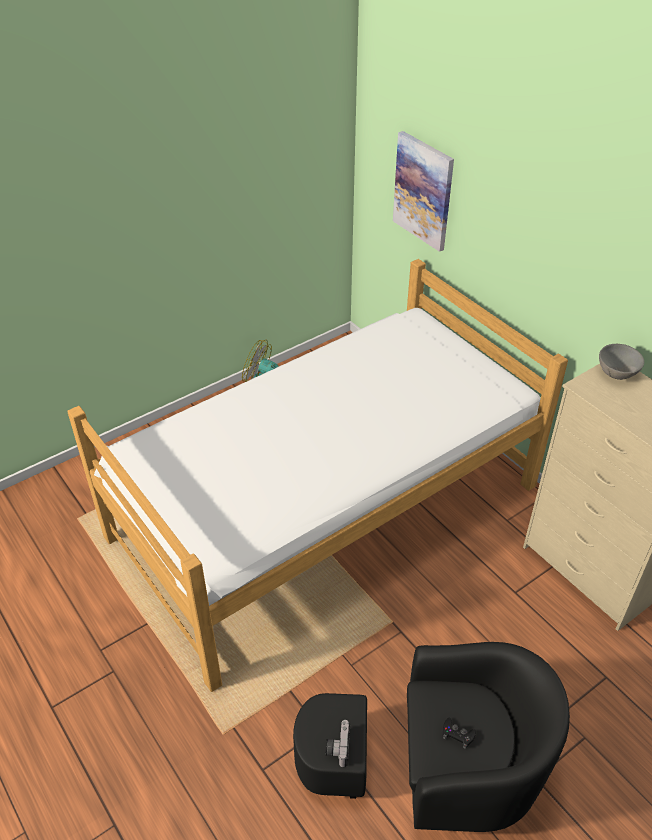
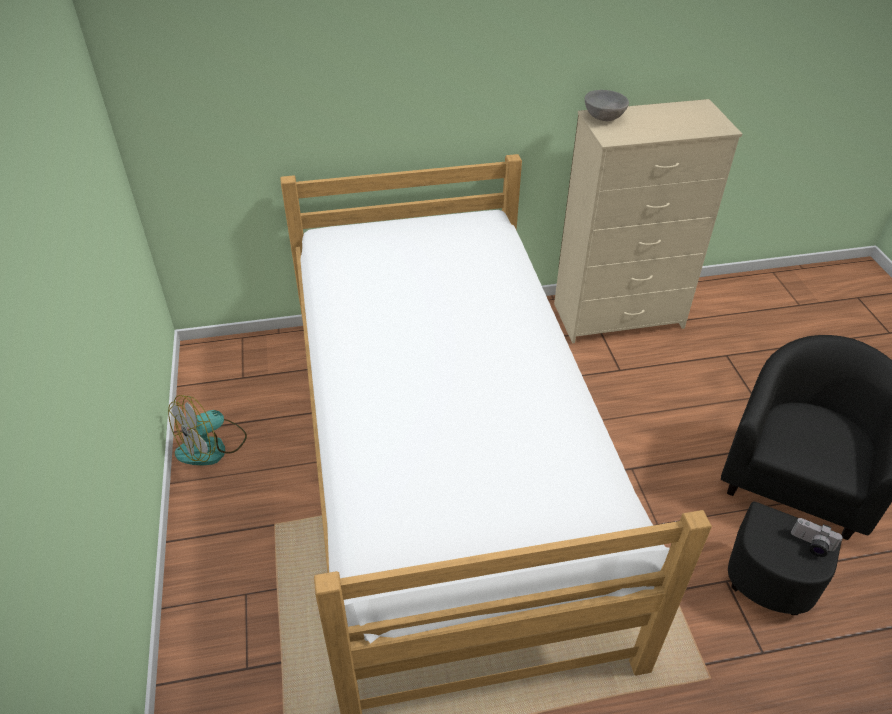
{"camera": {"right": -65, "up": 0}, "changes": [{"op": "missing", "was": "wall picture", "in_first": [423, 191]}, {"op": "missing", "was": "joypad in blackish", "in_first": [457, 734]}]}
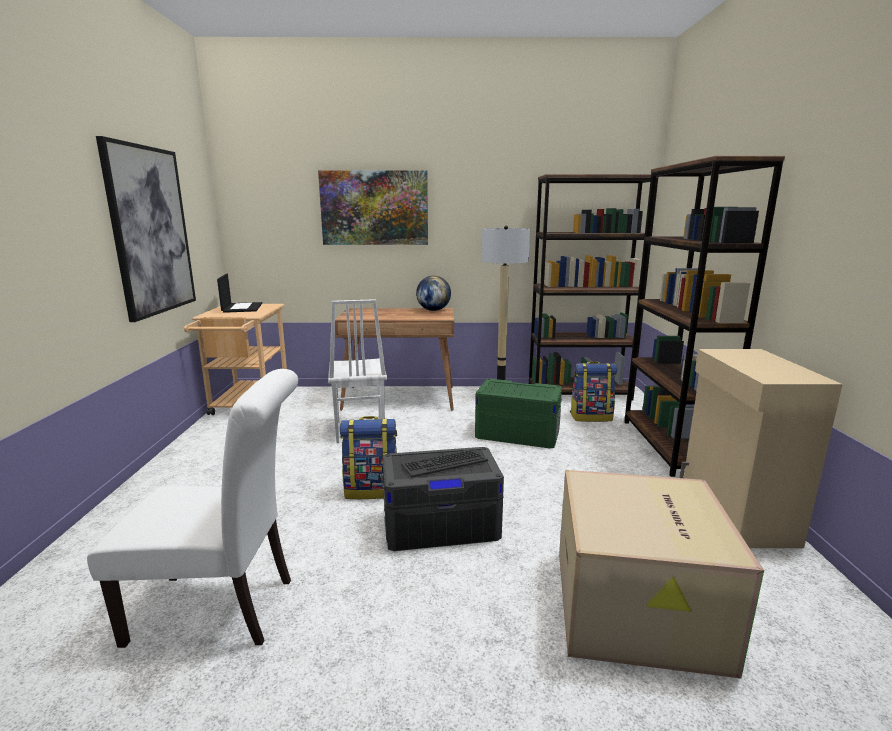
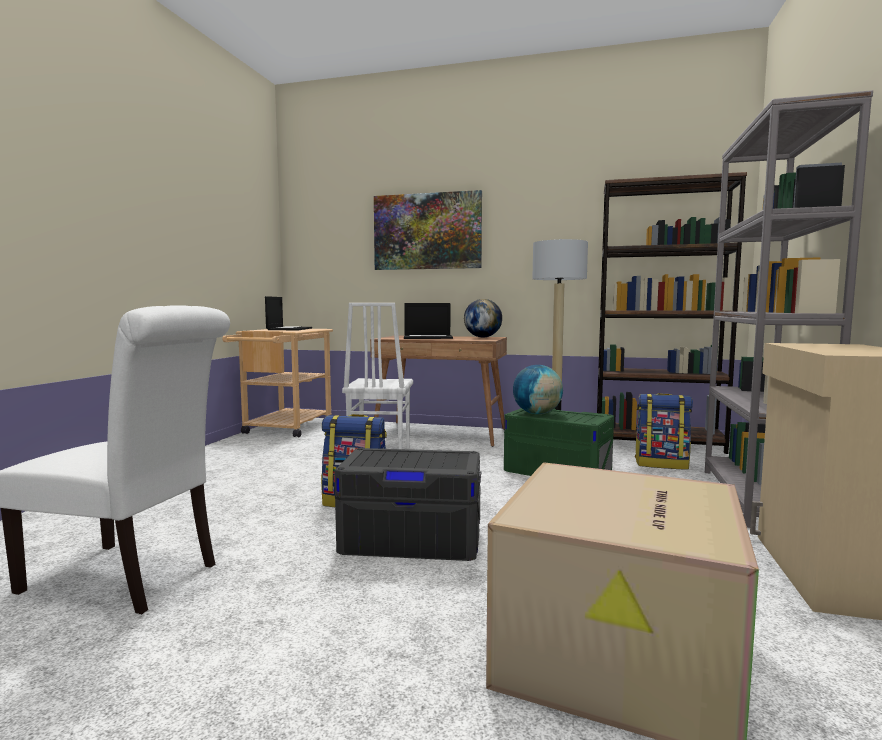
{"camera": {"right": 15, "up": -10}, "changes": [{"op": "missing", "was": "wall picture", "in_first": [150, 231]}, {"op": "colour", "was": "bookcase in brown-coloured", "now": "bookcase in grey", "in_first": [670, 446], "in_second": [758, 498]}, {"op": "missing", "was": "computer keyboard", "in_first": [444, 463]}, {"op": "appeared", "now": "notebook computer", "in_second": [428, 337]}, {"op": "appeared", "now": "globe", "in_second": [537, 413]}]}
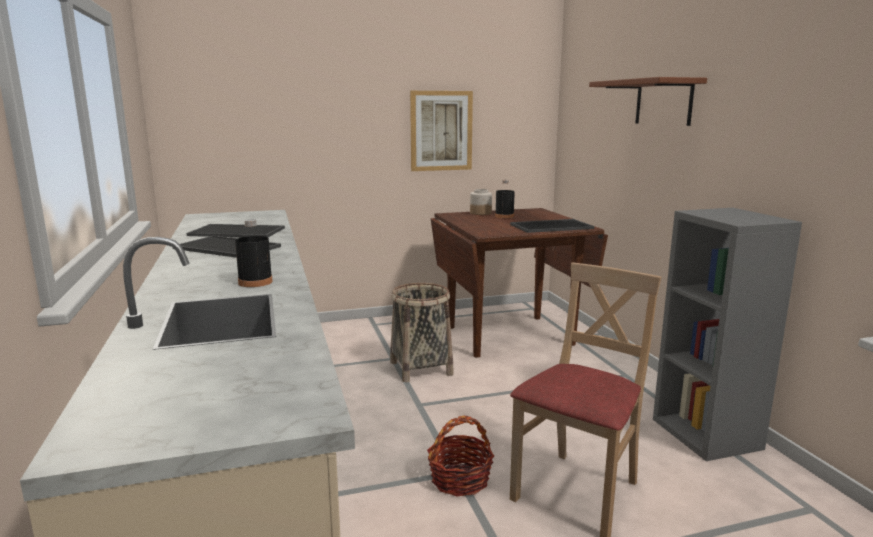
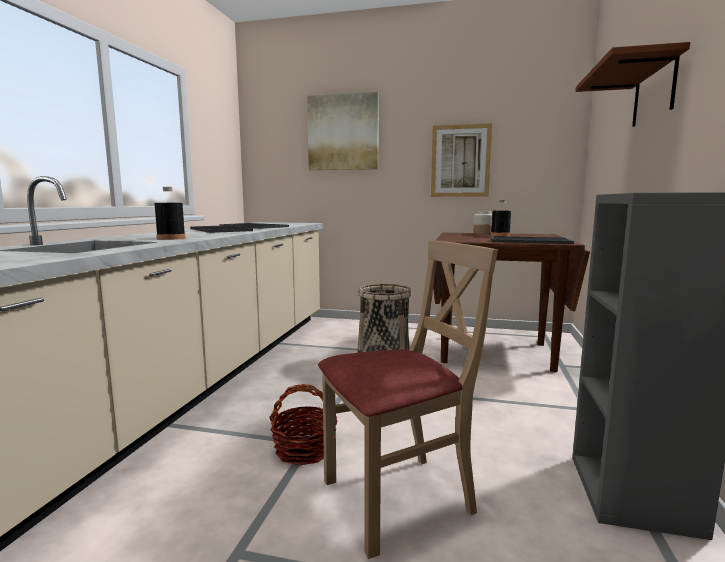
{"camera": {"right": 30, "up": -5}, "changes": [{"op": "appeared", "now": "wall picture", "in_second": [343, 132]}]}
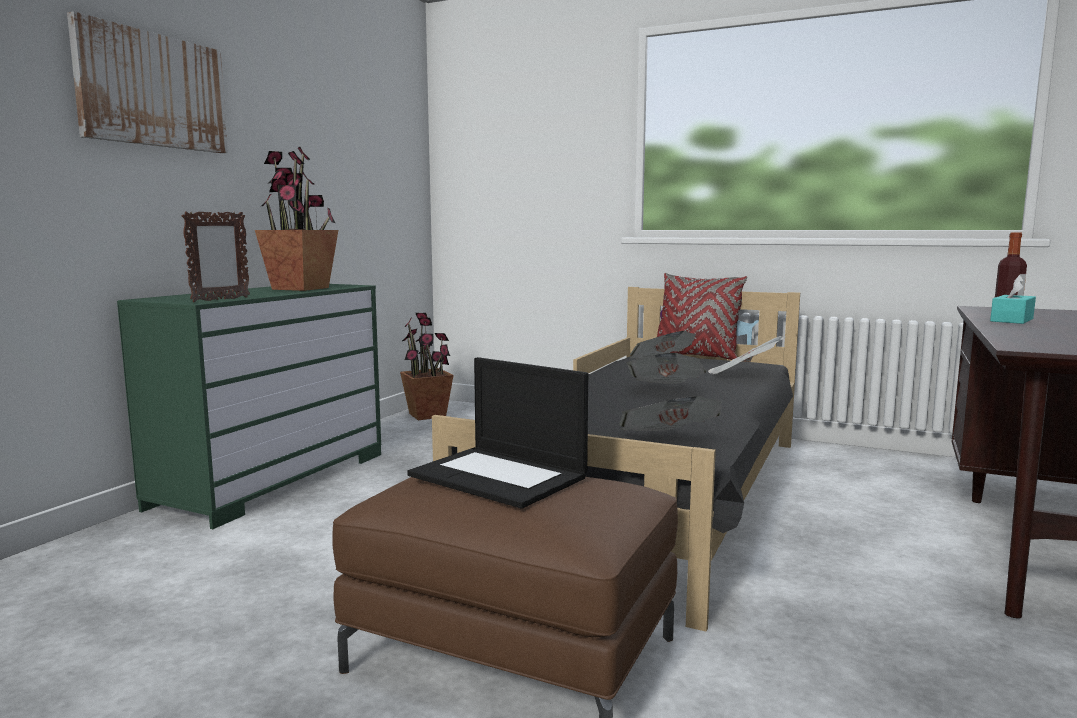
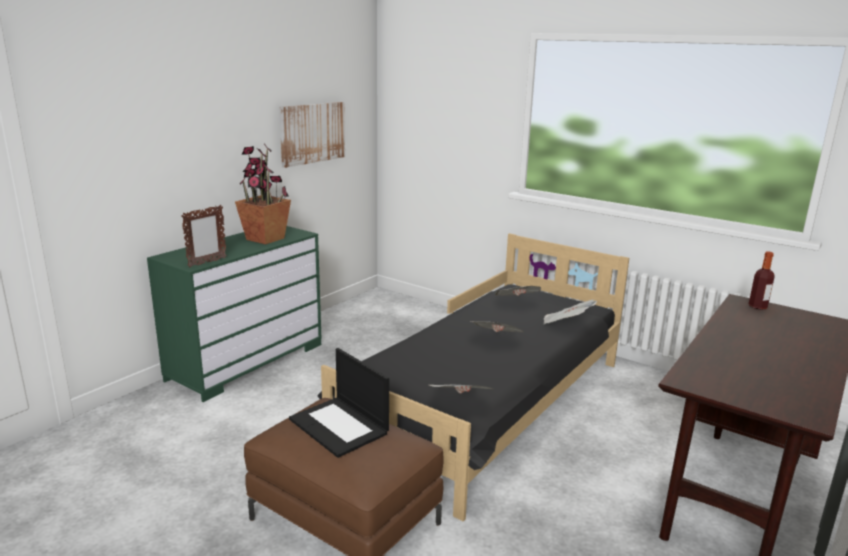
{"camera": {"right": 10, "up": 10}, "changes": [{"op": "relocated", "was": "wall picture", "in_first": [152, 90], "in_second": [312, 133]}, {"op": "missing", "was": "cushion in red", "in_first": [696, 356]}, {"op": "missing", "was": "tissue box in turquoise", "in_first": [1012, 320]}, {"op": "missing", "was": "potted plant", "in_first": [428, 415]}]}
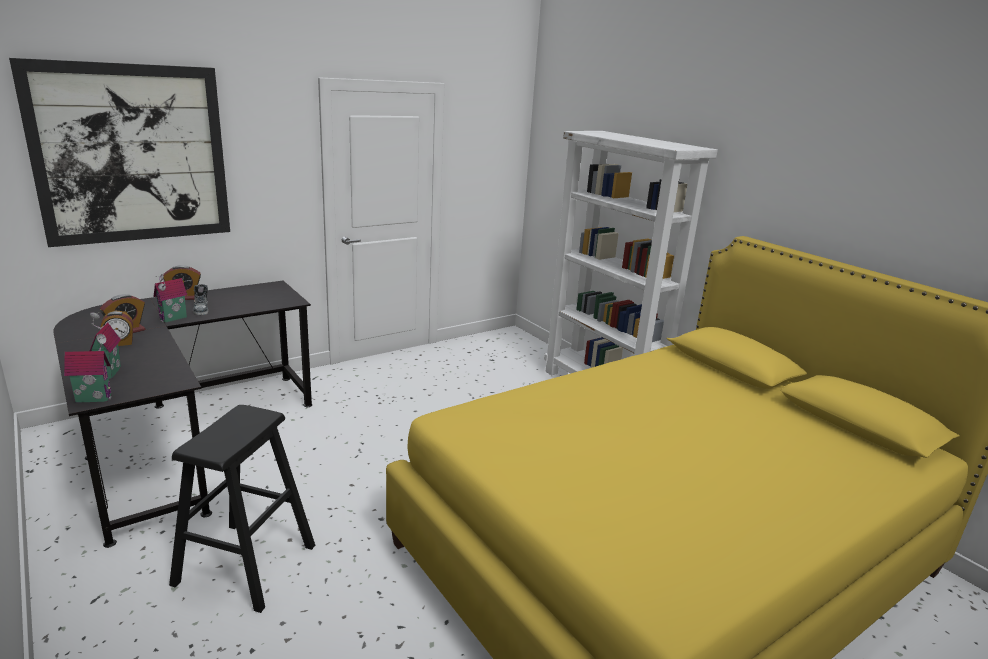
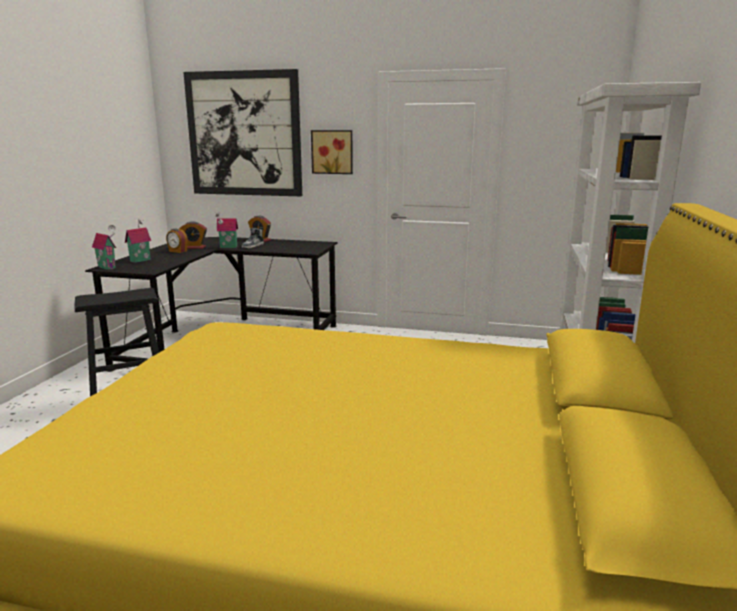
{"camera": {"right": 50, "up": -5}, "changes": [{"op": "appeared", "now": "wall picture", "in_second": [332, 152]}]}
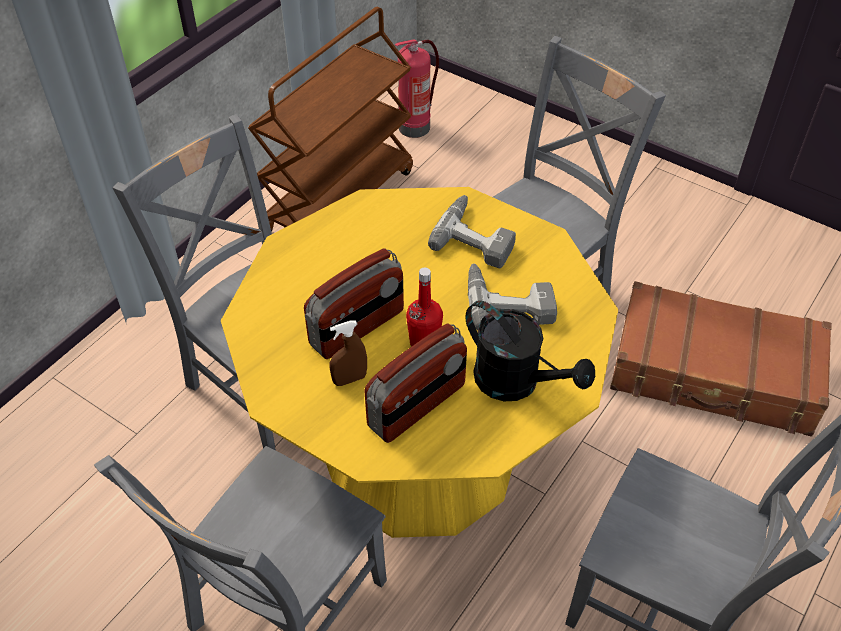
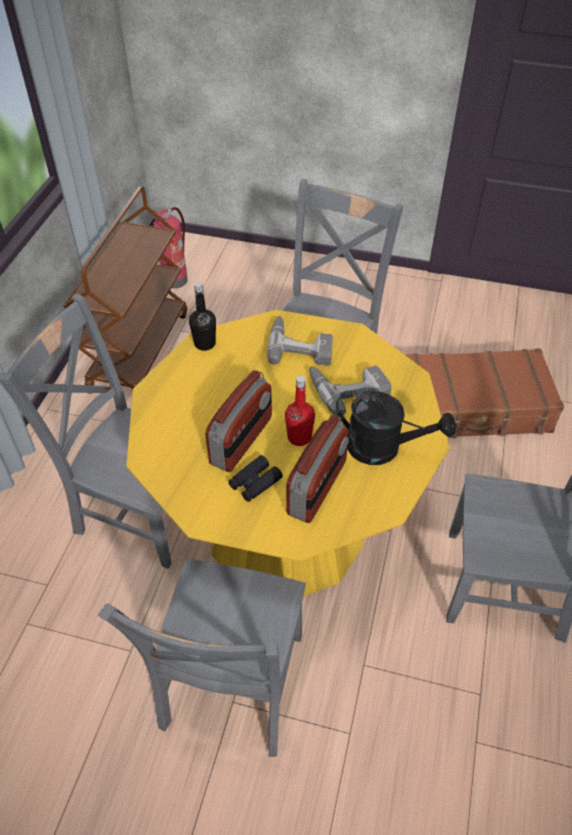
{"camera": {"right": -20, "up": 0}, "changes": [{"op": "exchanged", "was": "sprayer in brown-coloured", "now": "pair of binoculars in blackish", "in_first": [349, 379], "in_second": [255, 482]}, {"op": "appeared", "now": "bottle in blackish", "in_second": [205, 343]}]}
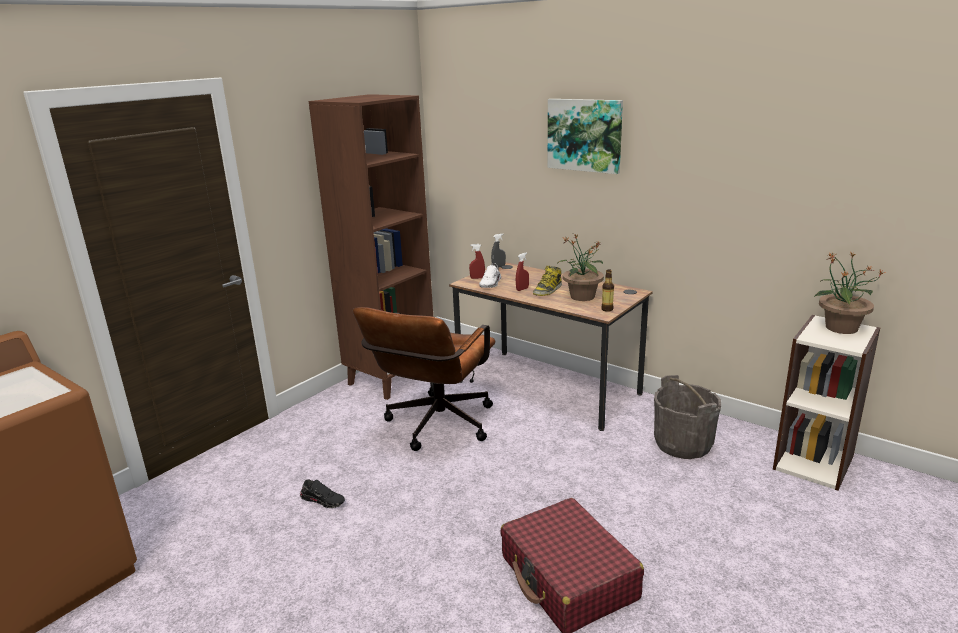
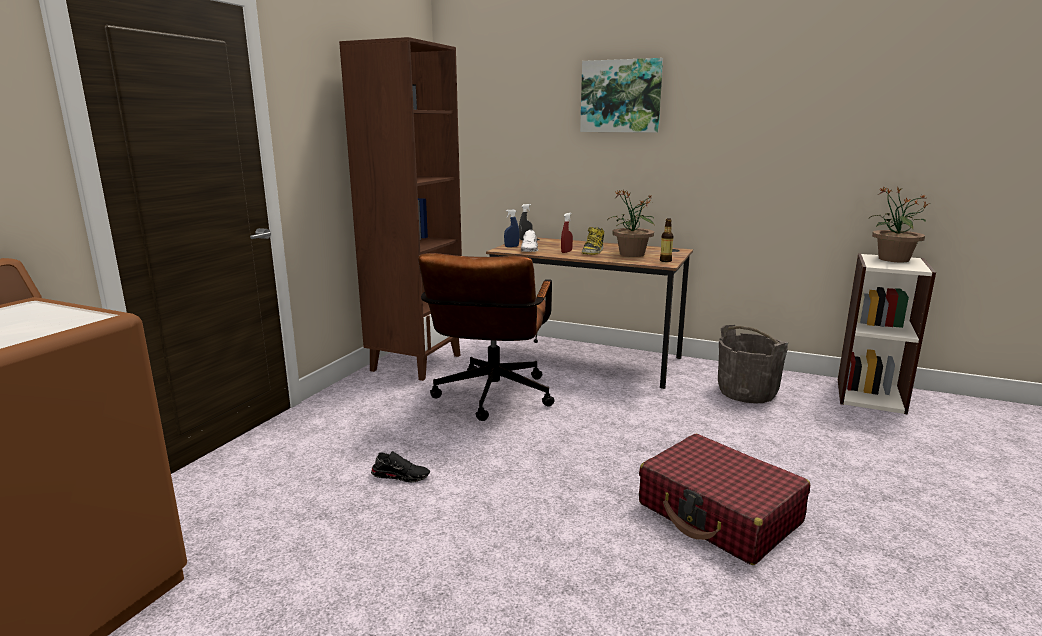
{"camera": {"right": -15, "up": -5}, "changes": [{"op": "colour", "was": "sprayer in red", "now": "sprayer in blue", "in_first": [477, 278], "in_second": [511, 246]}]}
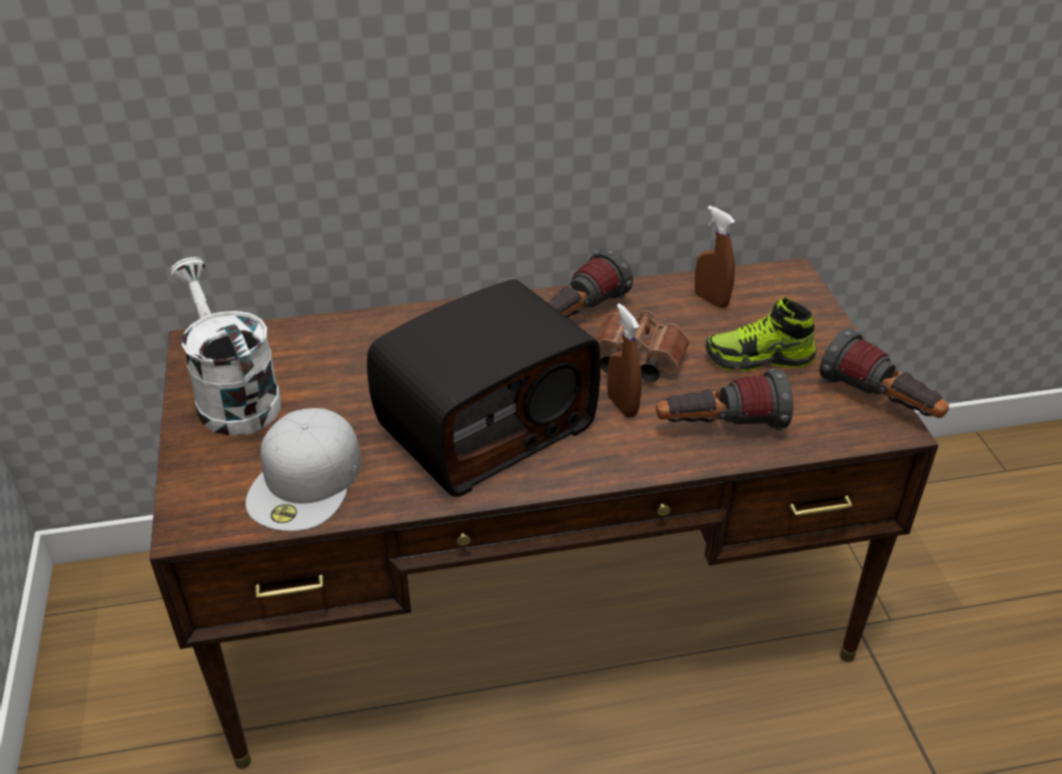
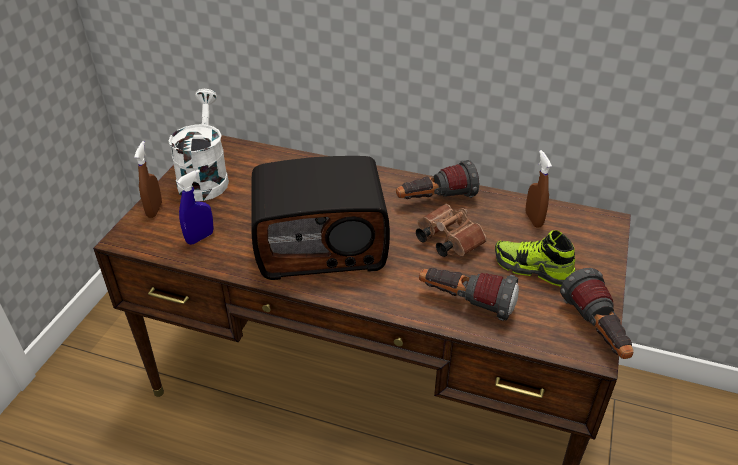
{"camera": {"right": 30, "up": 0}, "changes": [{"op": "relocated", "was": "sprayer in brown-coloured", "in_first": [622, 405], "in_second": [154, 210]}, {"op": "exchanged", "was": "peaked cap in white", "now": "sprayer in blue", "in_first": [306, 480], "in_second": [200, 238]}]}
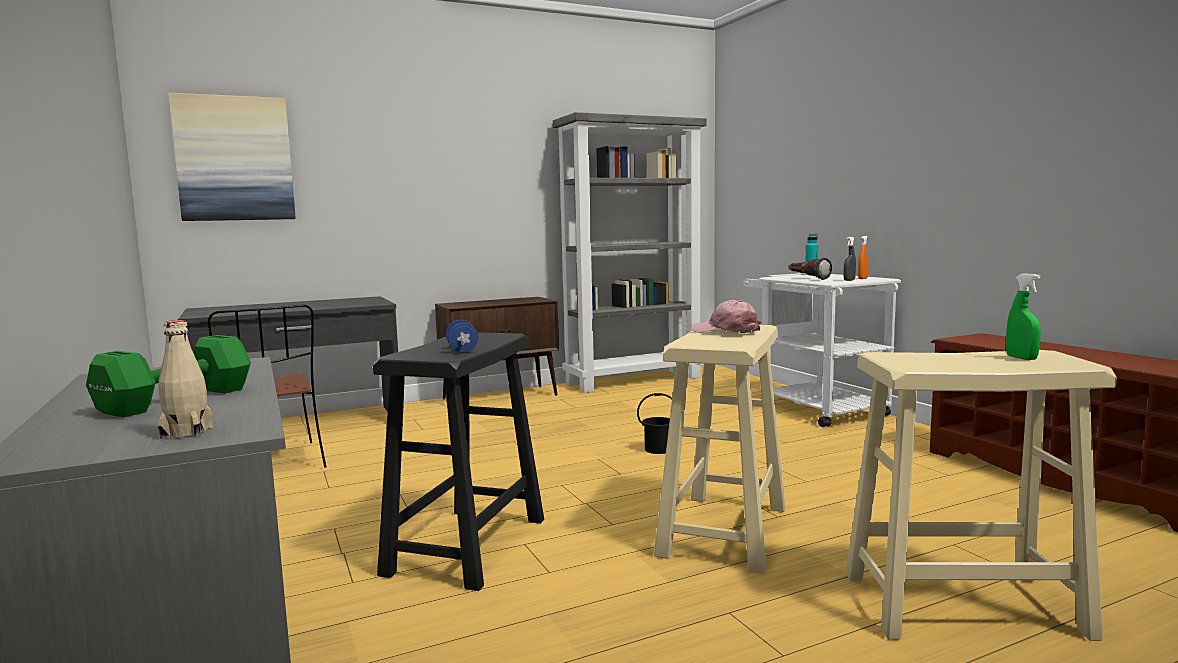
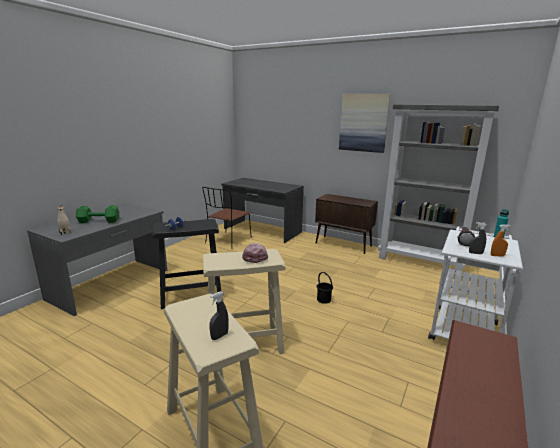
{"camera": {"right": 55, "up": 10}, "changes": [{"op": "relocated", "was": "wall picture", "in_first": [234, 159], "in_second": [363, 123]}, {"op": "colour", "was": "sprayer in green-coloured", "now": "sprayer in grey", "in_first": [1021, 358], "in_second": [219, 336]}]}
